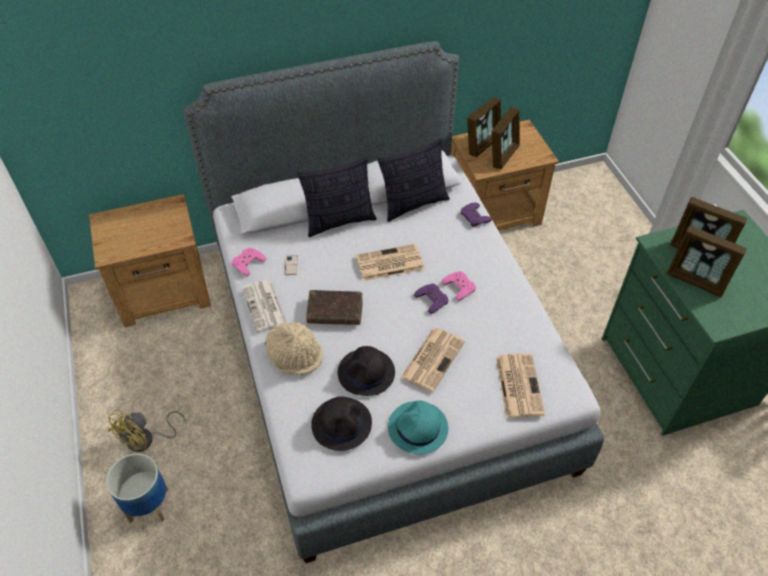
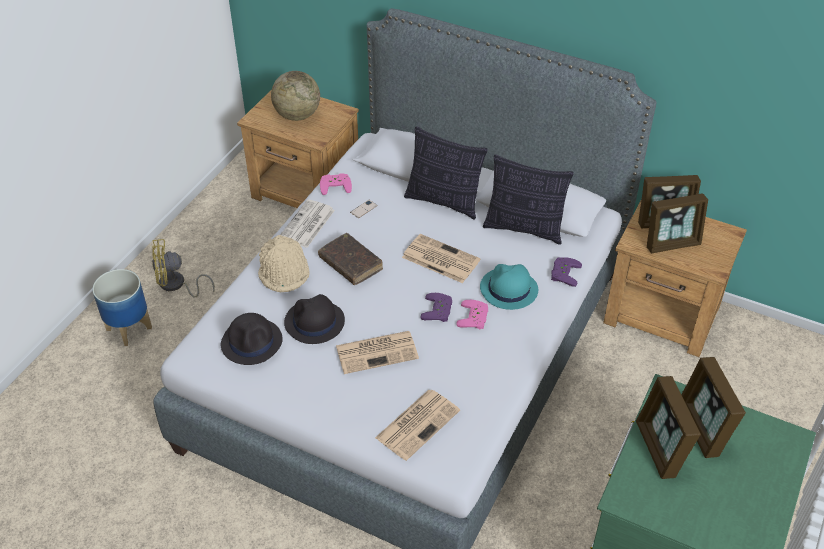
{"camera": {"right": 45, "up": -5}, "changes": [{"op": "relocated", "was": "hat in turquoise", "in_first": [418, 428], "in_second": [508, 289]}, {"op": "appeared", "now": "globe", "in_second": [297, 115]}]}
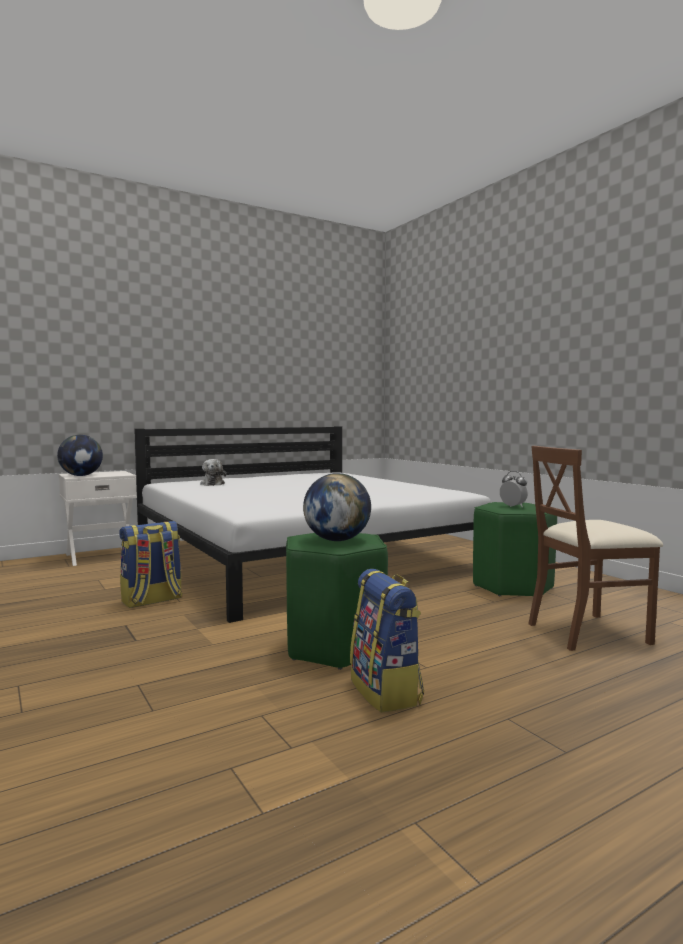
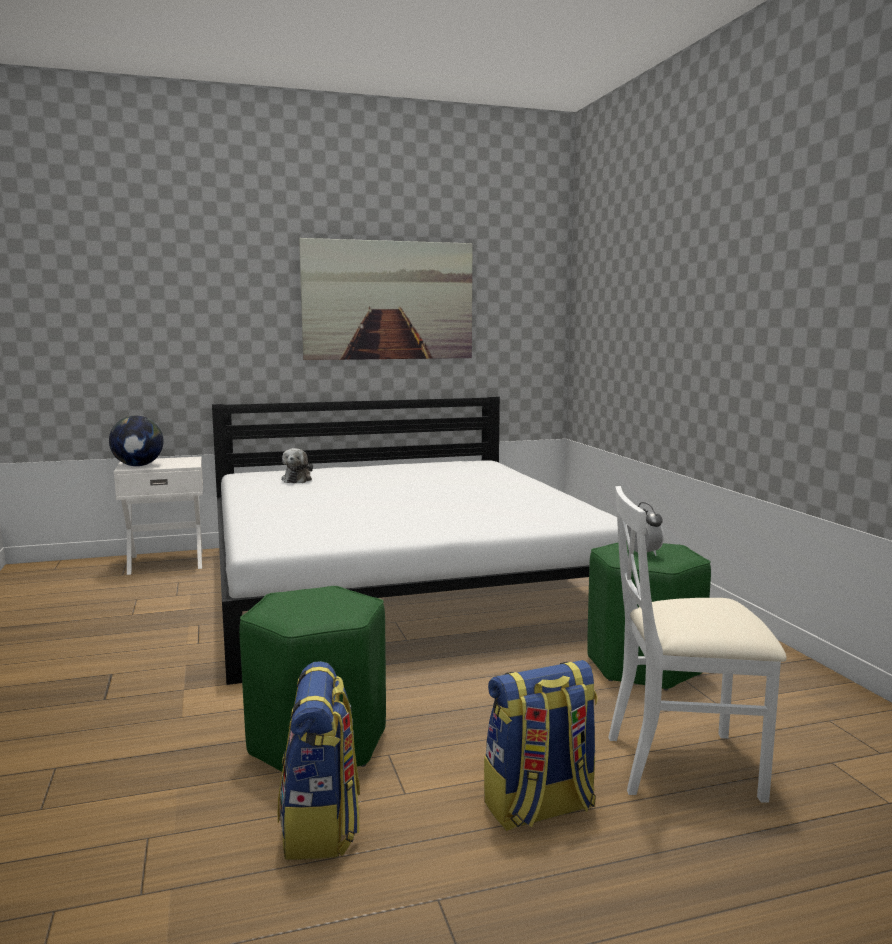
{"camera": {"right": 15, "up": 5}, "changes": [{"op": "colour", "was": "upright chair in brown-coloured", "now": "upright chair in white", "in_first": [588, 632], "in_second": [684, 764]}, {"op": "missing", "was": "globe", "in_first": [337, 540]}, {"op": "relocated", "was": "rucksack", "in_first": [152, 601], "in_second": [539, 808]}, {"op": "appeared", "now": "wall picture", "in_second": [388, 300]}]}
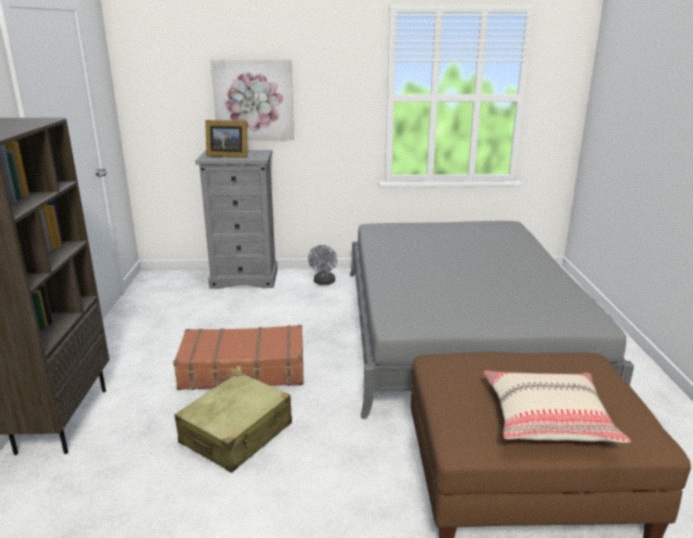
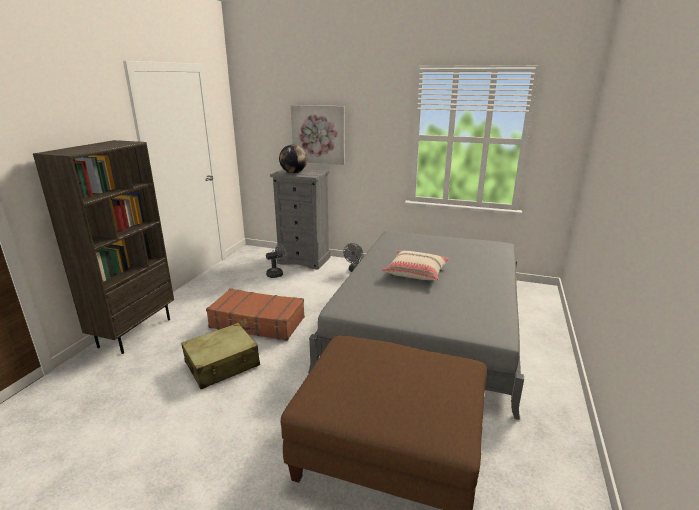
{"camera": {"right": 20, "up": 0}, "changes": [{"op": "exchanged", "was": "photo frame", "now": "globe", "in_first": [227, 156], "in_second": [293, 172]}, {"op": "relocated", "was": "cushion in sand-coloured", "in_first": [548, 418], "in_second": [416, 272]}, {"op": "appeared", "now": "cooling fan in grey", "in_second": [277, 274]}]}
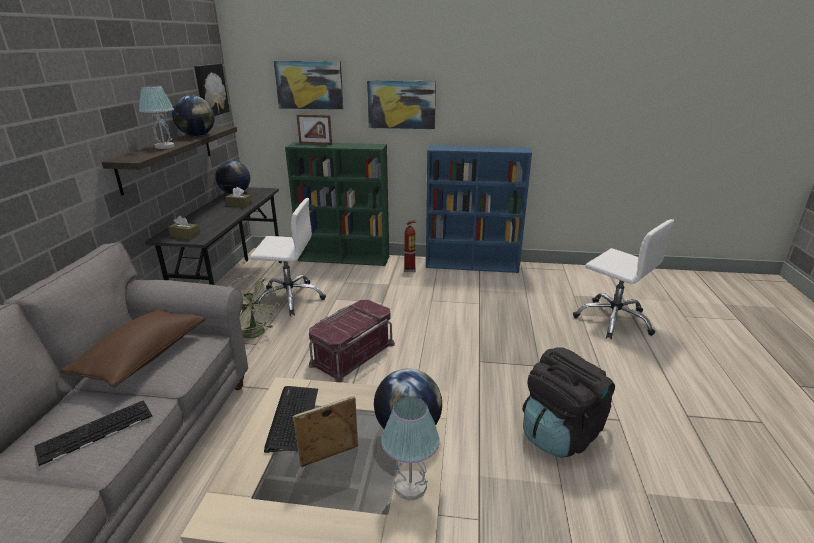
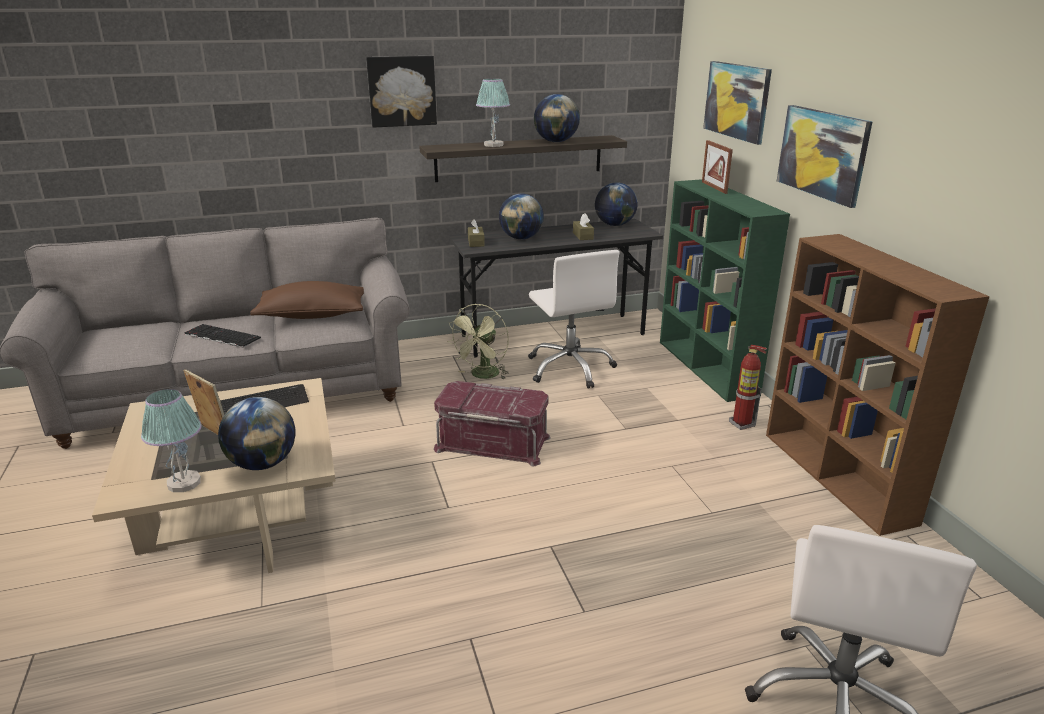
{"camera": {"right": 65, "up": 0}, "changes": [{"op": "relocated", "was": "wall picture", "in_first": [210, 90], "in_second": [401, 91]}, {"op": "colour", "was": "bookcase in blue", "now": "bookcase in brown-coloured", "in_first": [473, 265], "in_second": [838, 477]}, {"op": "missing", "was": "rucksack in blackish", "in_first": [560, 433]}, {"op": "appeared", "now": "globe", "in_second": [521, 238]}]}
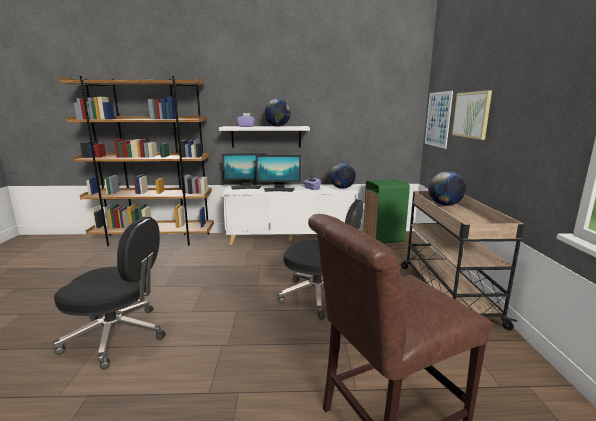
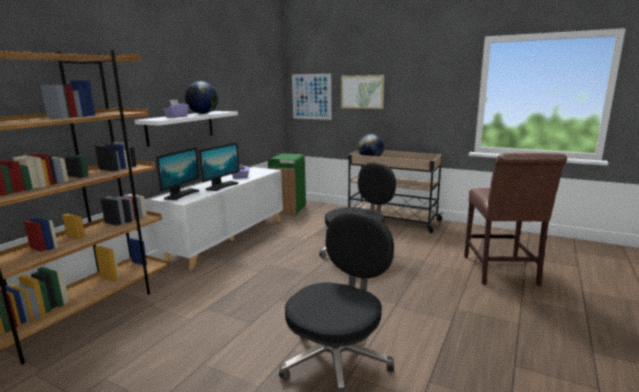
{"camera": {"right": -60, "up": 0}, "changes": [{"op": "missing", "was": "globe", "in_first": [342, 188]}]}
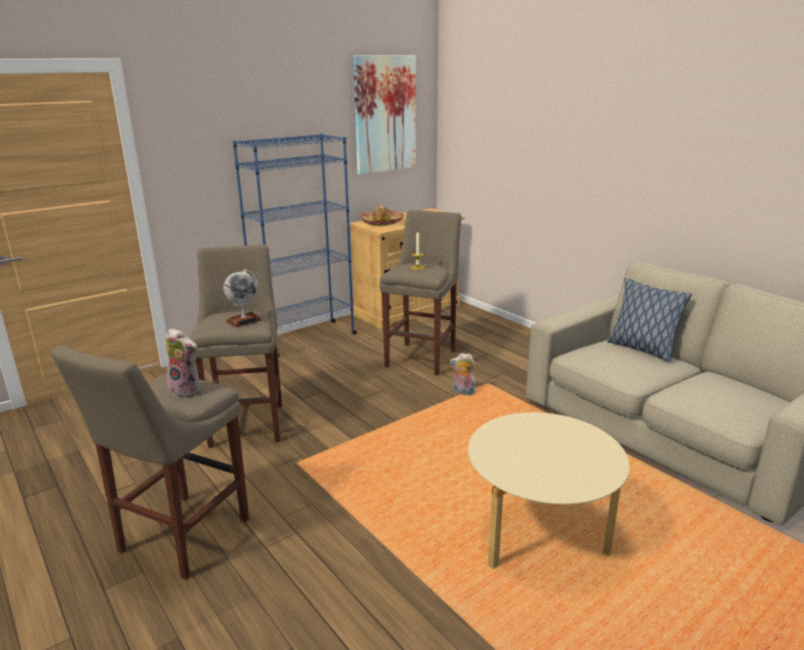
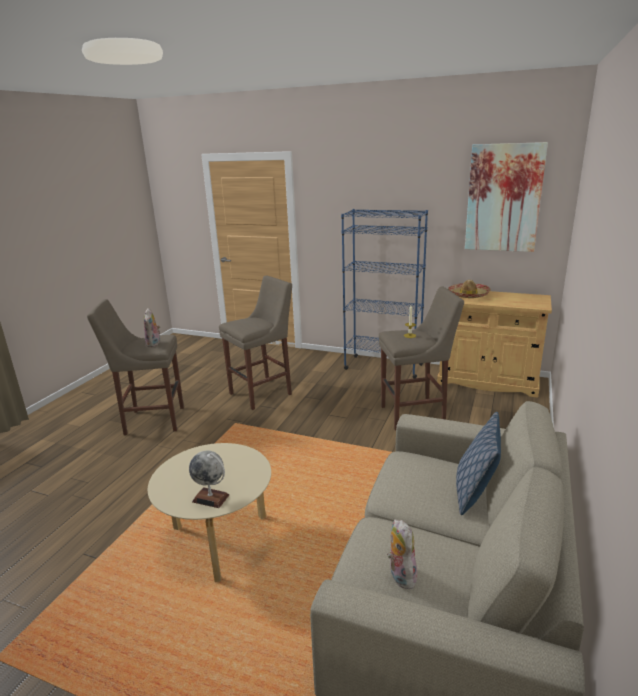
{"camera": {"right": 60, "up": 0}, "changes": [{"op": "relocated", "was": "globe", "in_first": [244, 321], "in_second": [211, 498]}, {"op": "relocated", "was": "plush toy", "in_first": [463, 393], "in_second": [400, 575]}]}
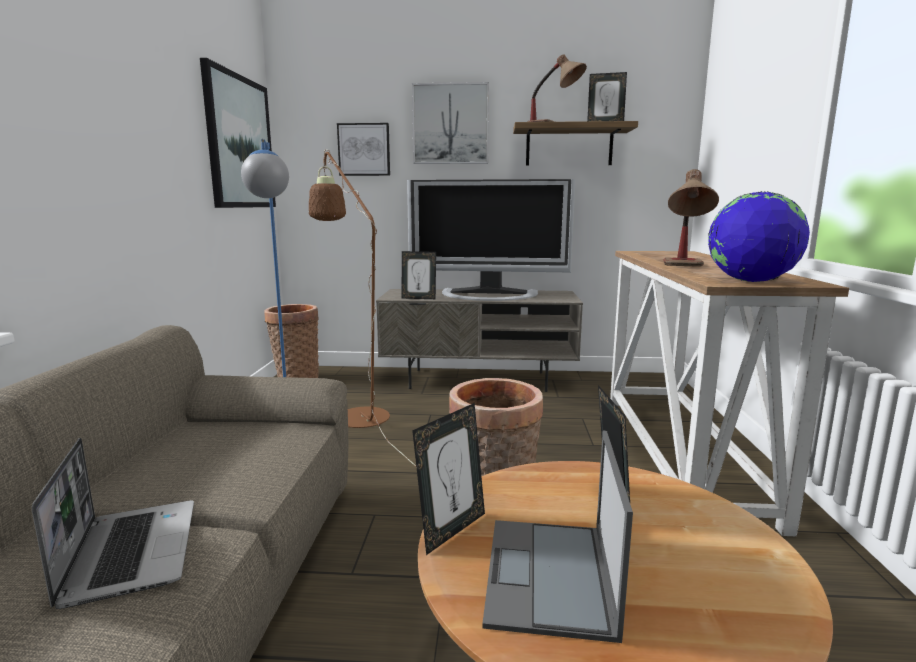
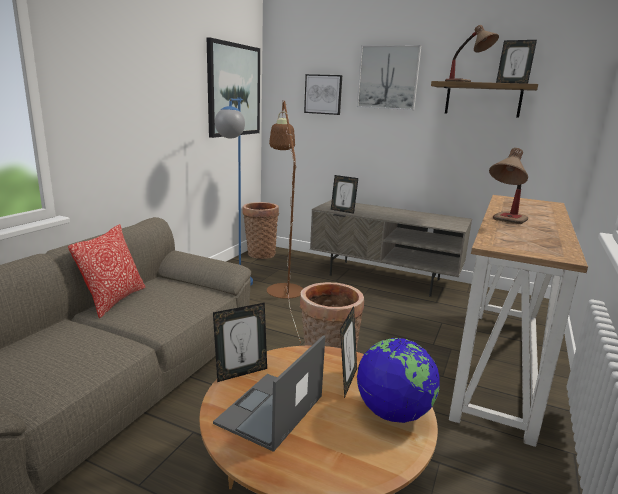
{"camera": {"right": 20, "up": 5}, "changes": [{"op": "missing", "was": "television", "in_first": [488, 294]}, {"op": "relocated", "was": "globe", "in_first": [750, 281], "in_second": [393, 413]}, {"op": "missing", "was": "notebook computer", "in_first": [130, 551]}, {"op": "appeared", "now": "cushion", "in_second": [114, 300]}]}
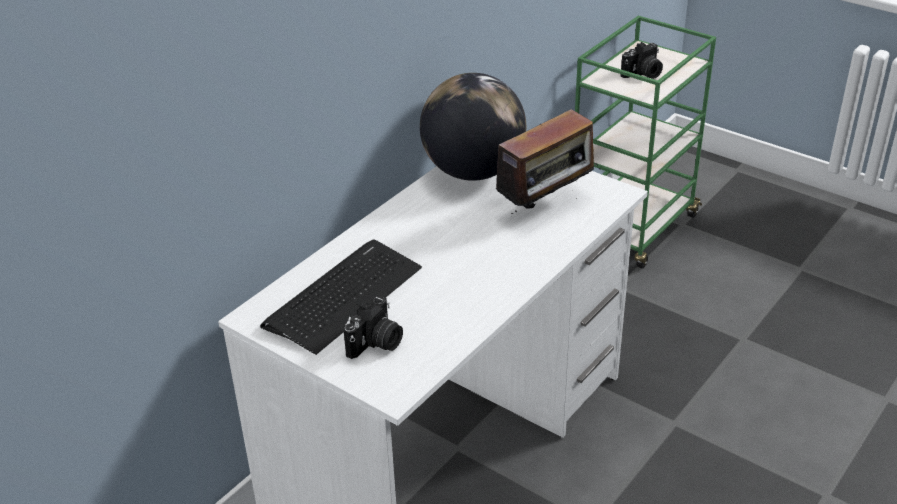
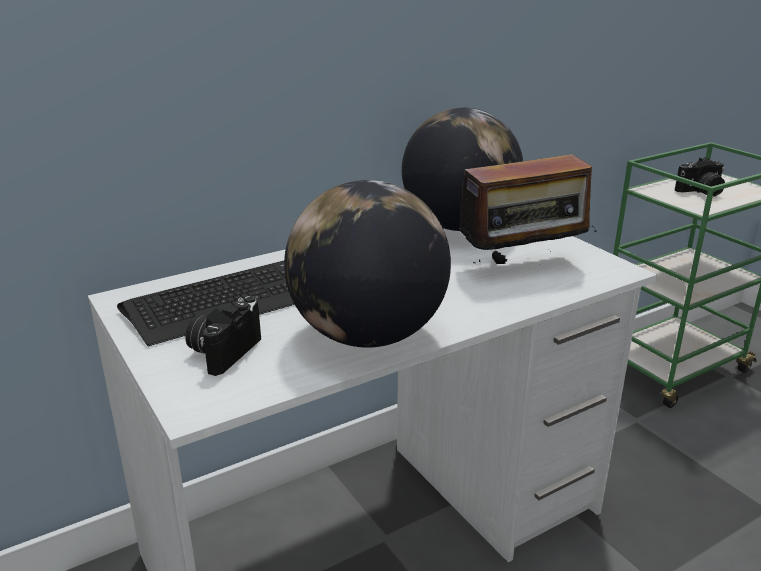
{"camera": {"right": 20, "up": -10}, "changes": [{"op": "spun", "was": "photo camera", "in_first": [376, 343], "in_second": [223, 351], "clockwise": 150}, {"op": "appeared", "now": "globe", "in_second": [368, 336]}]}
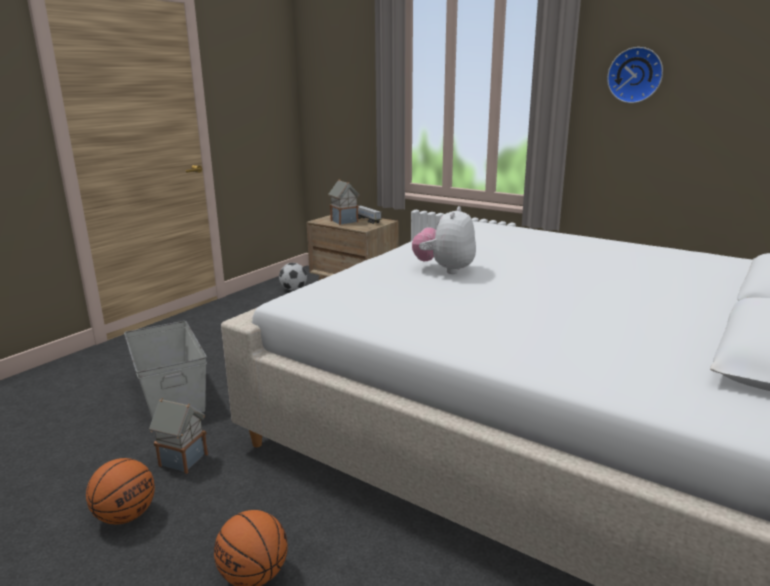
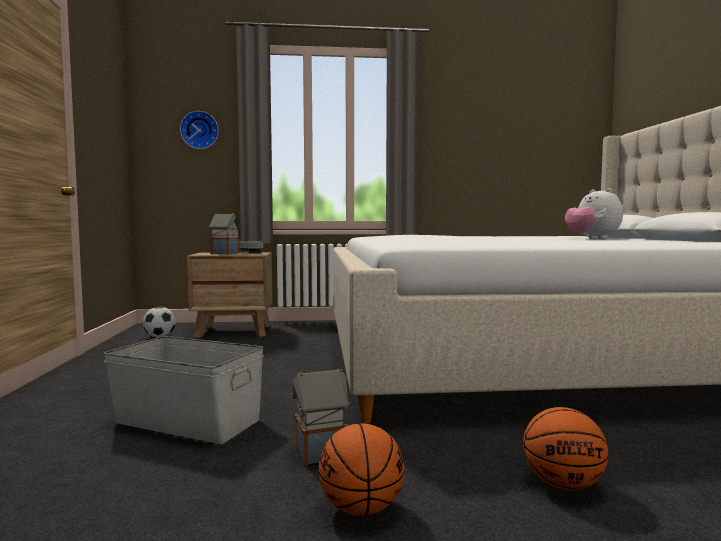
{"camera": {"right": -40, "up": -15}, "changes": [{"op": "relocated", "was": "hanging clock", "in_first": [635, 75], "in_second": [200, 130]}, {"op": "relocated", "was": "plush toy", "in_first": [445, 269], "in_second": [592, 238]}]}
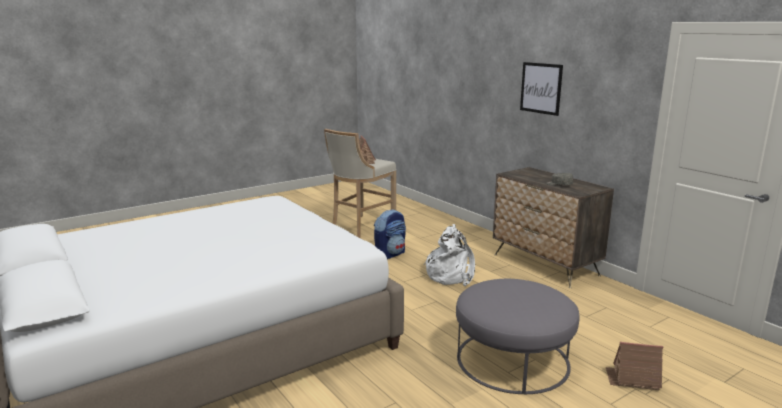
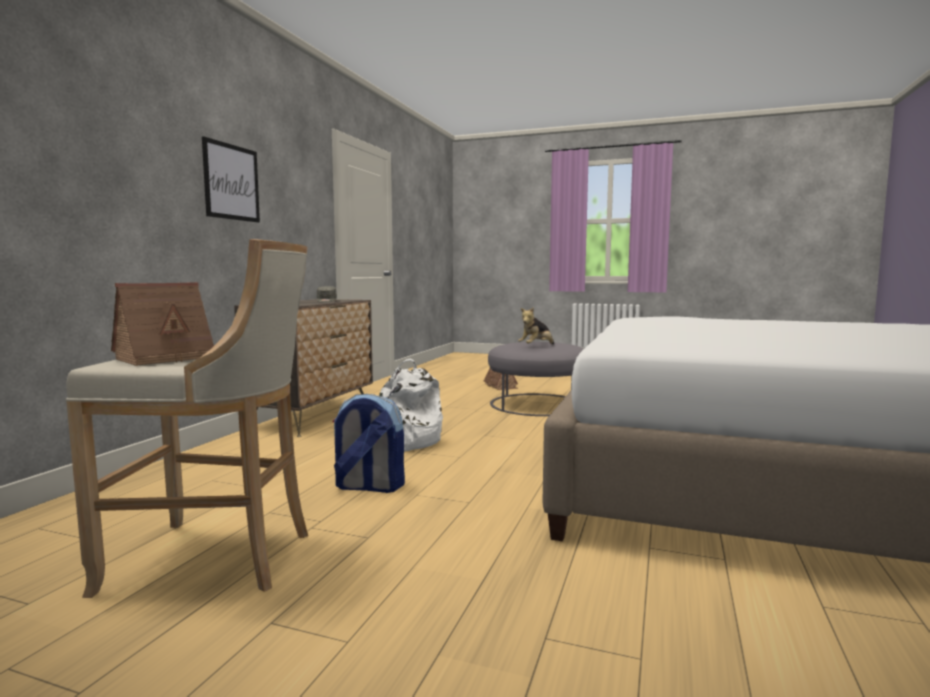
{"camera": {"right": -125, "up": -10}, "changes": [{"op": "appeared", "now": "plush toy", "in_second": [536, 346]}]}
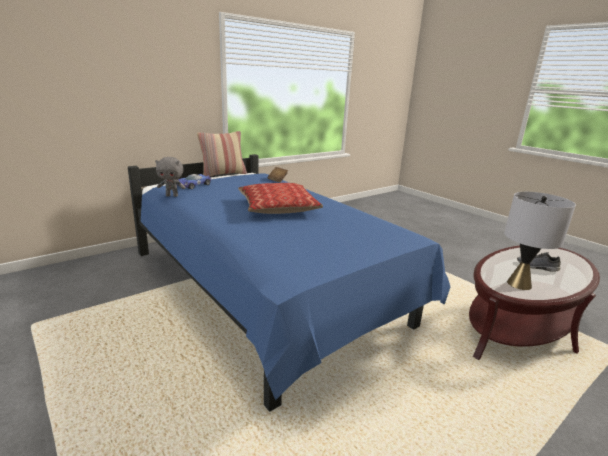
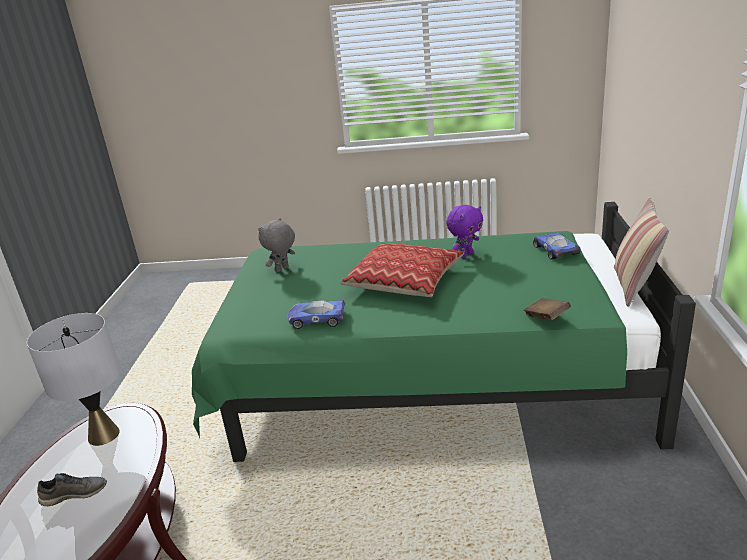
{"camera": {"right": 135, "up": 5}, "changes": [{"op": "colour", "was": "bed in blue", "now": "bed in green-coloured", "in_first": [266, 290], "in_second": [425, 382]}, {"op": "relocated", "was": "plush toy in grey", "in_first": [172, 196], "in_second": [282, 269]}, {"op": "appeared", "now": "plush toy in purple", "in_second": [465, 255]}, {"op": "appeared", "now": "miniature car", "in_second": [316, 319]}]}
